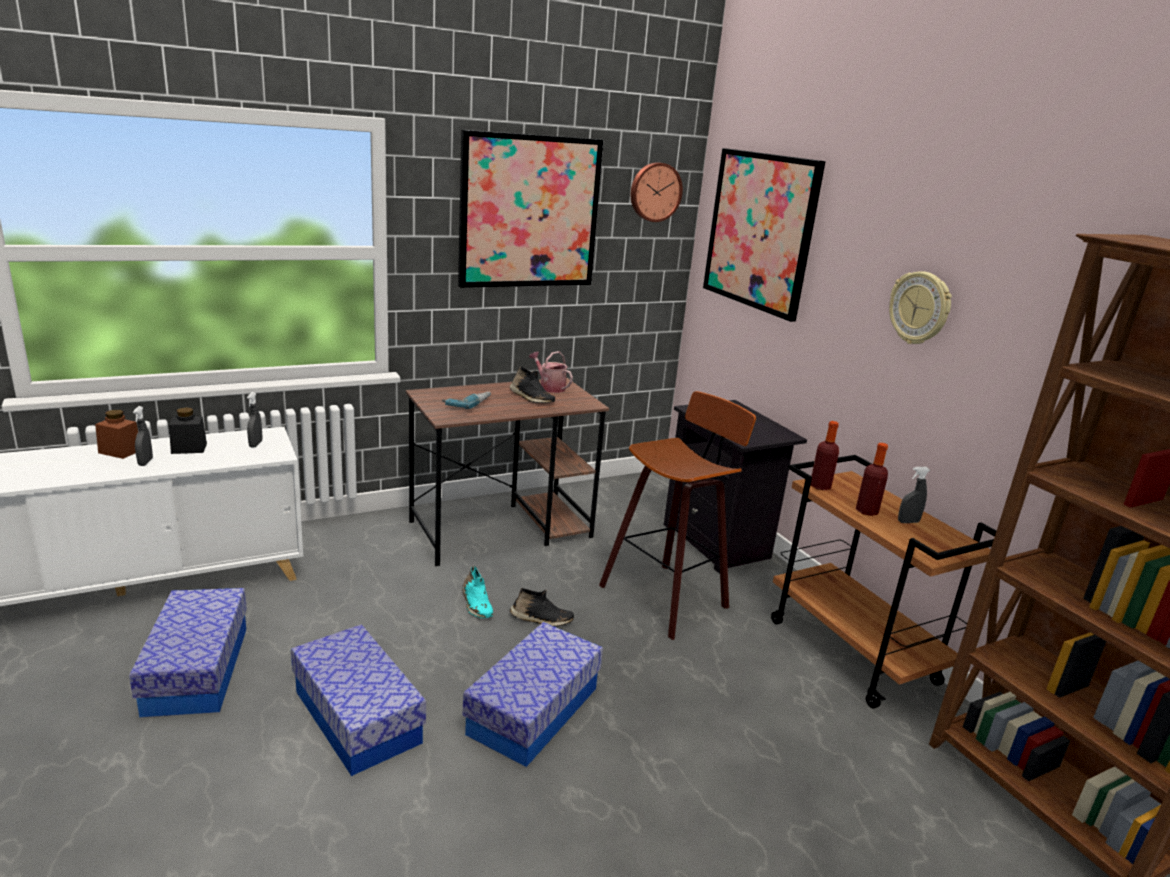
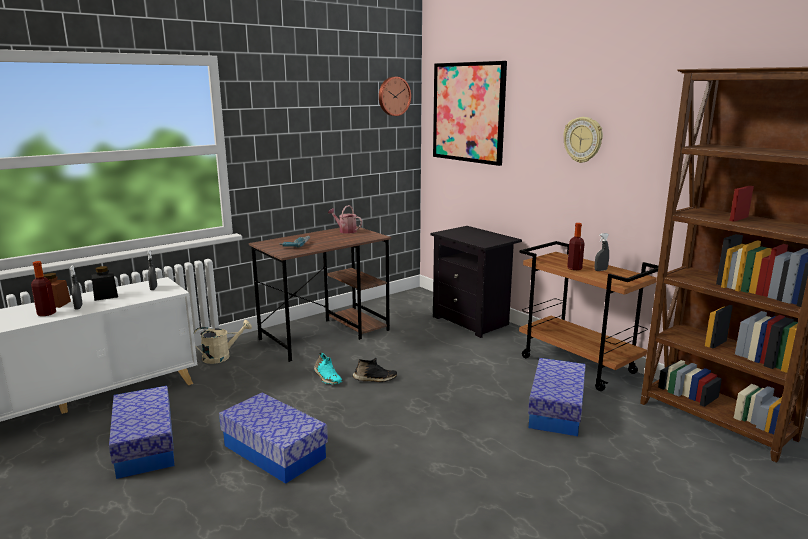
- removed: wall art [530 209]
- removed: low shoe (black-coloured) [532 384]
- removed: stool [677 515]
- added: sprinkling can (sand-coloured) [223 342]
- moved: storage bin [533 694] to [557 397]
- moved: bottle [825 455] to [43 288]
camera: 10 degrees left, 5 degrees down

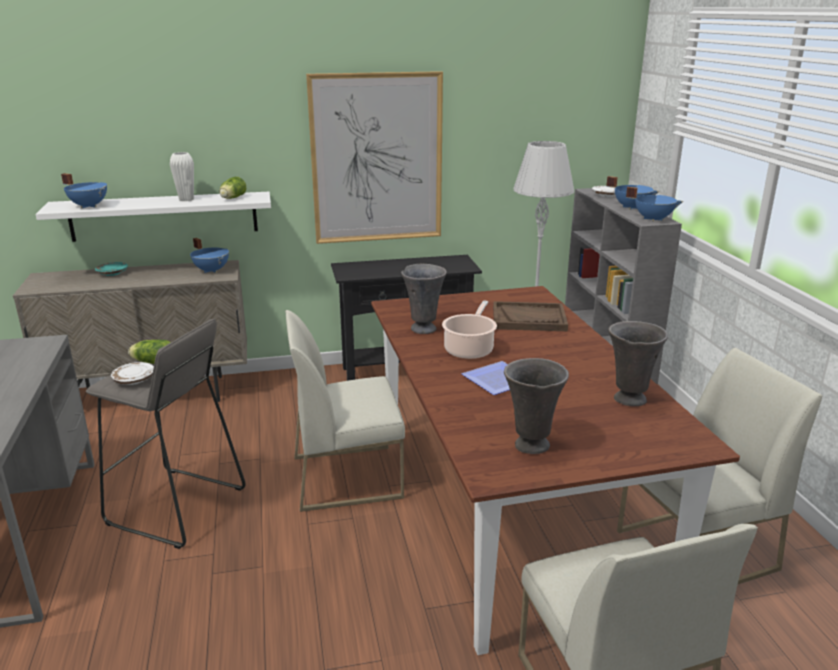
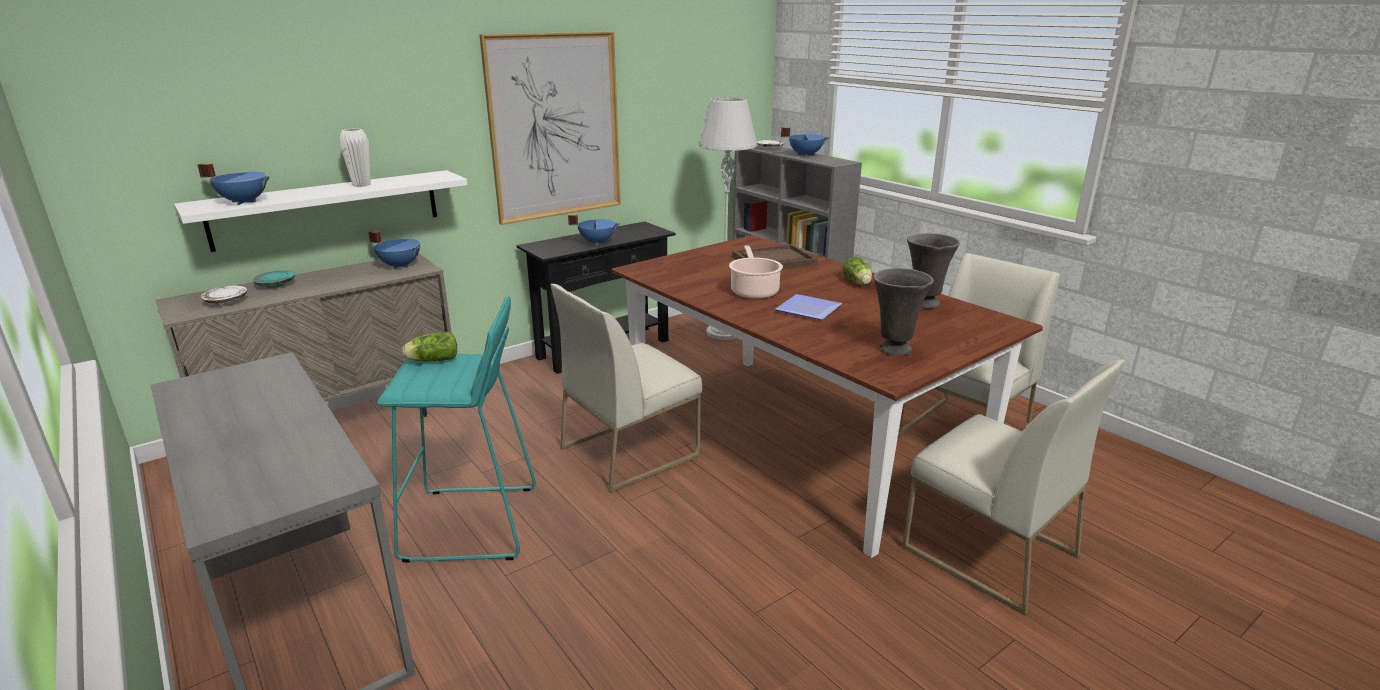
- removed: vase (greyish) [424 299]
- moved: plate (white) [132 373] to [224 295]
- moved: lettuce head [232 188] to [857 271]
- moved: stockpot (blue-coloured) [654 204] to [594 230]
- recoloured: stool (greyish) [166 434] to stool (blue-green) [456 429]
camera: 25 degrees left, 0 degrees up

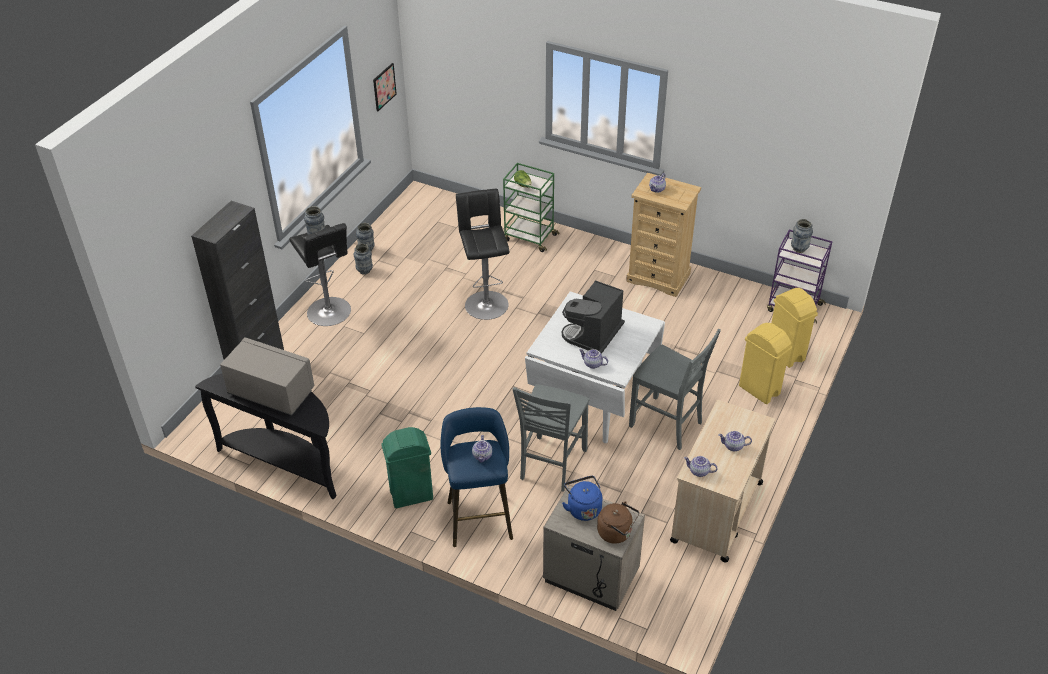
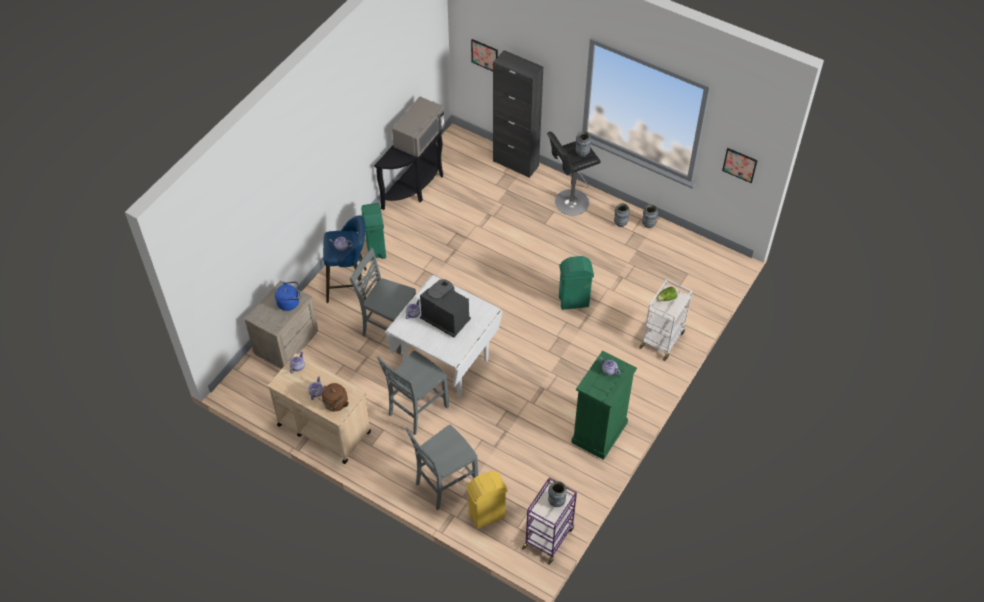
- added: wall art [484 55]
- moved: water kettle (brown) [618 522] to [333 397]
- replaced: stool (black-coloured) [483 254] to rubbish bin (greenish) [576 283]
- replaced: rubbish bin (yellowish) [765 363] to chair (greyish) [441 467]
- recoloured: cart (greenish) [531 207] to cart (white) [665 320]
- recoloured: dresser (sand-coloured) [663 235] to dresser (greenish) [604 405]
camera: 95 degrees right, 10 degrees up

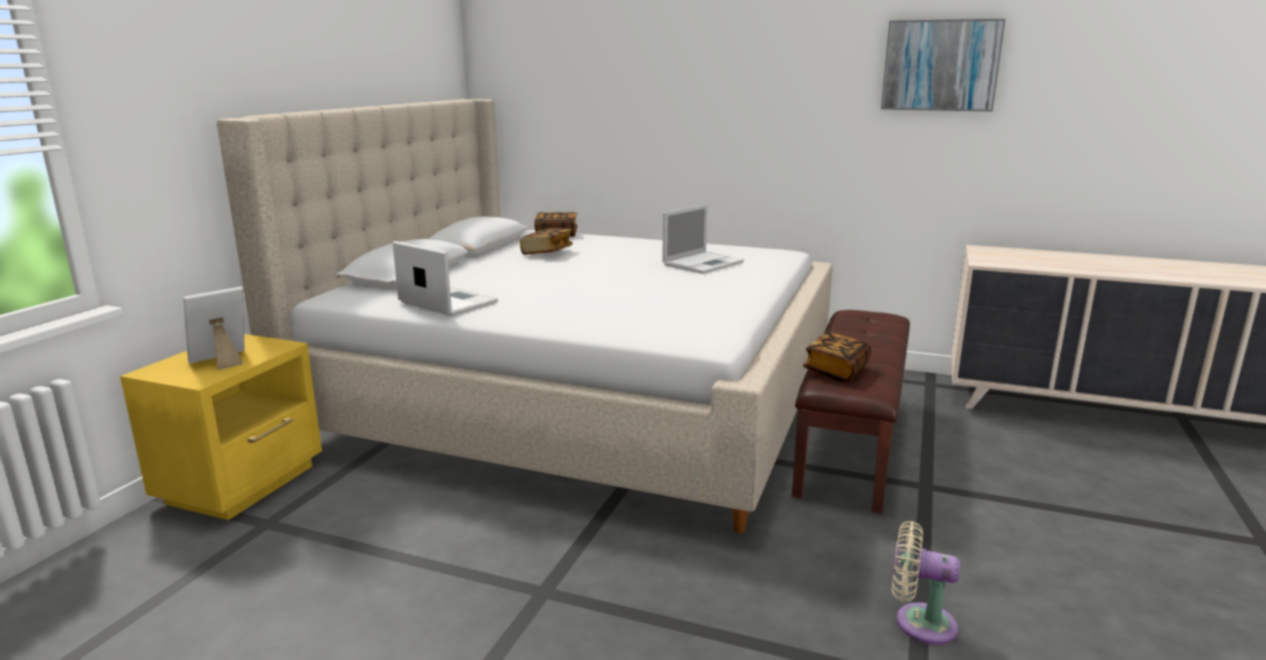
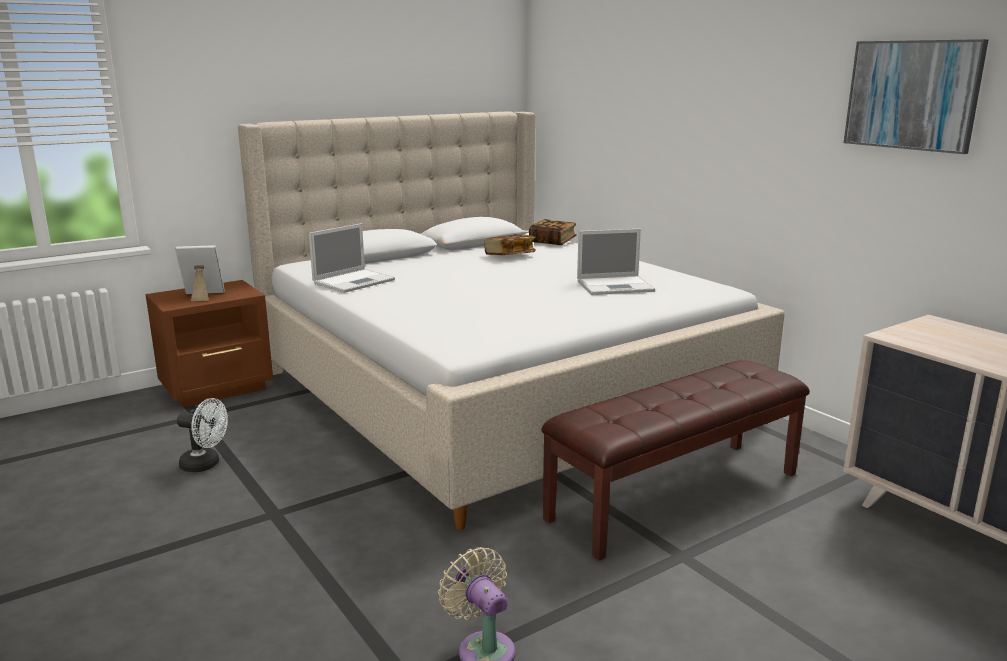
- removed: volume [837 357]
- added: electric fan (white) [202 435]
- recoloured: night table (yellowish) [221 427] to night table (brown) [209 344]
- turned: portable computer [445 279] = [352 258] 60 degrees clockwise
camera: 35 degrees right, 0 degrees up

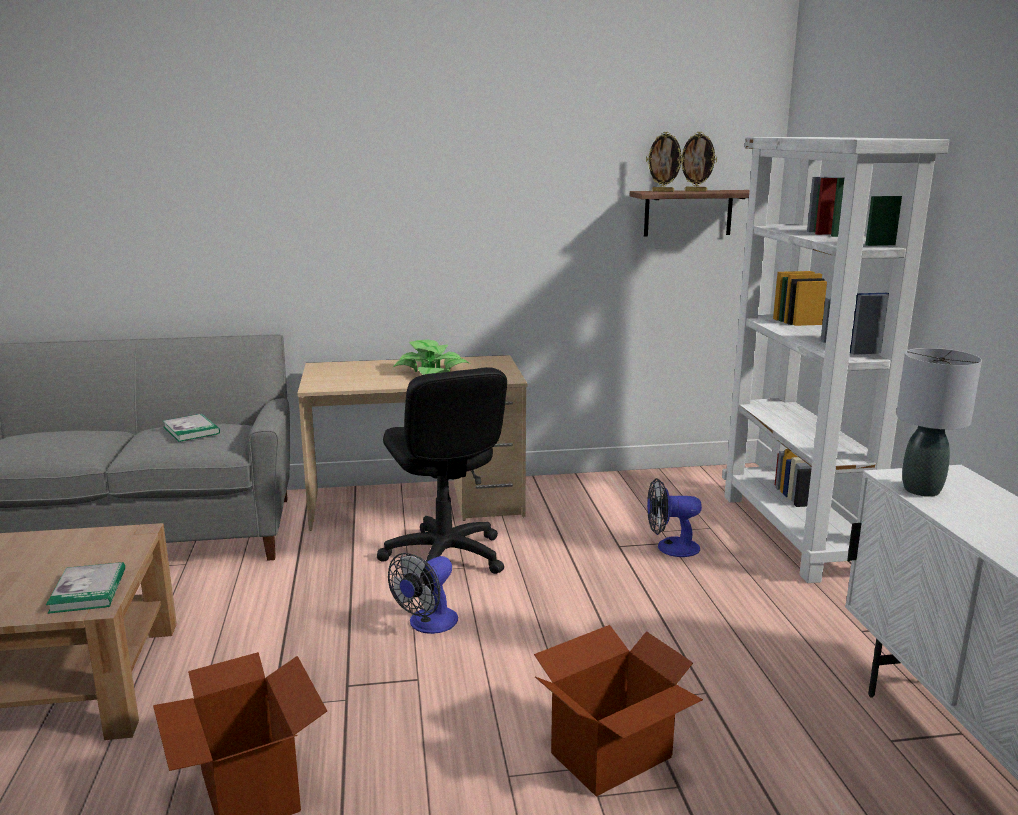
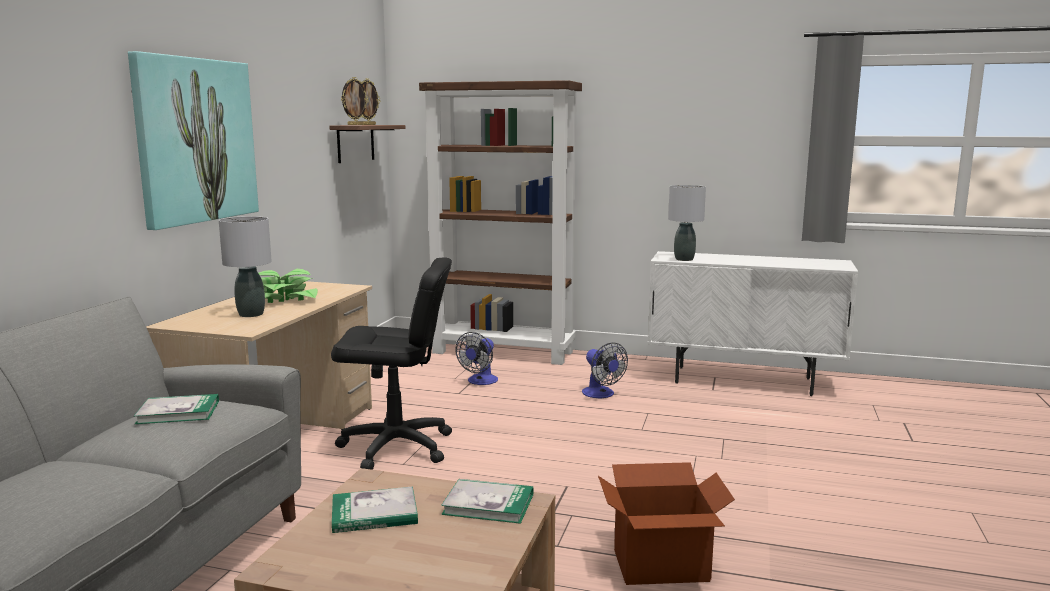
- removed: cardboard box [618 711]
- added: wall art [193 140]
- added: lamp for a table (greyish) [245 266]
- added: volume [375 509]
- moved: electric fan [423 593] to [605 370]
- recoloured: bookcase (white) [835 360] to bookcase (brown) [500 222]
camera: 65 degrees left, 5 degrees down

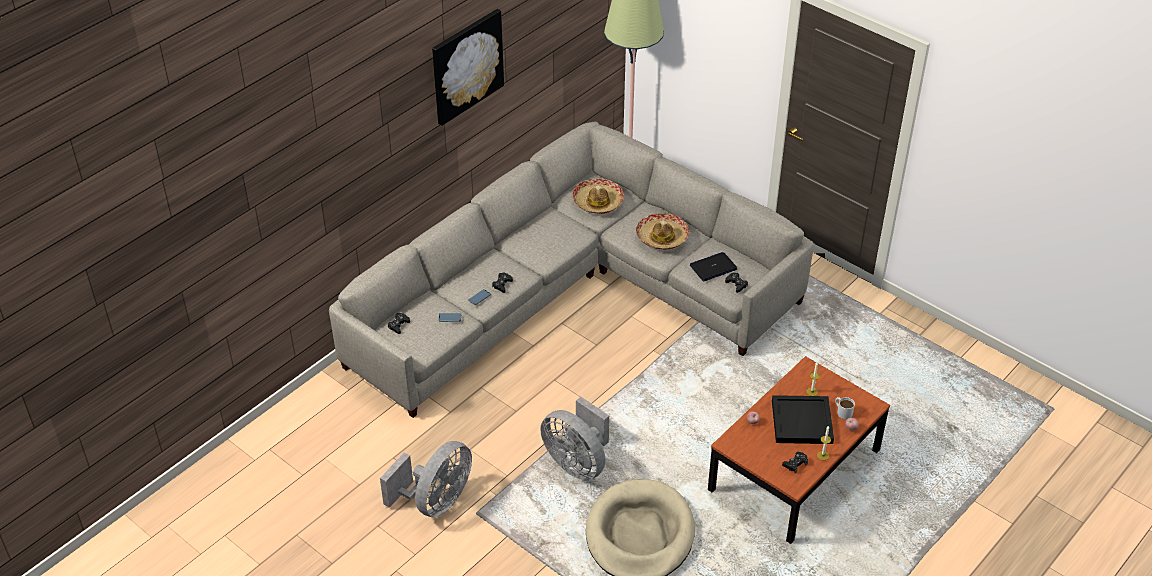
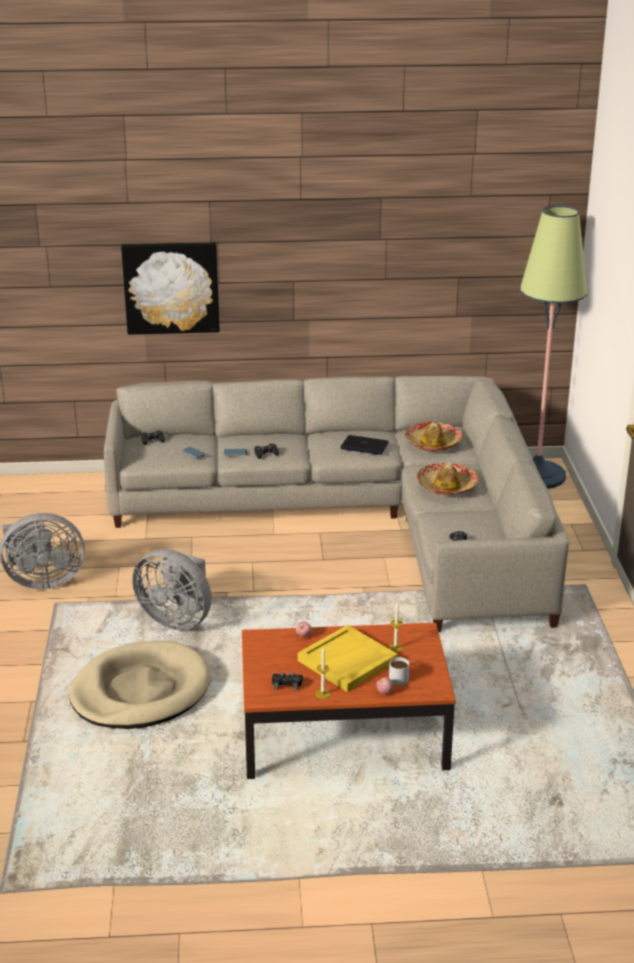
- moved: wall art [468 67] to [170 289]
- moved: portable computer [713 266] to [365 445]
- recoloured: tray (black-coloured) [803 419] to tray (yellowish) [348 658]
- turned: electric fan (greyish) [574 439] = [172 589] 60 degrees counterclockwise
camera: 45 degrees right, 15 degrees down

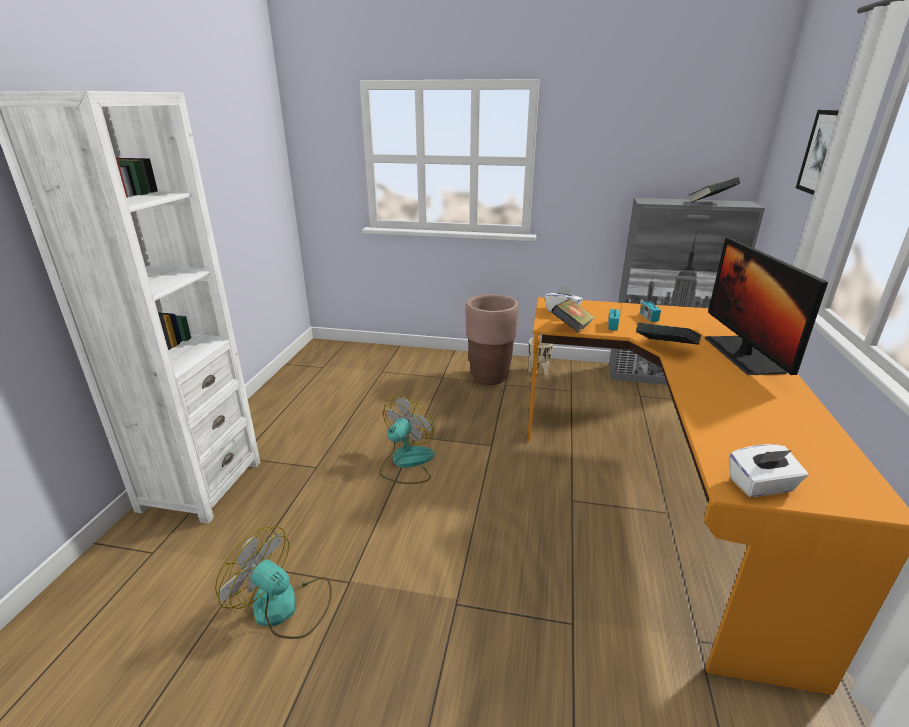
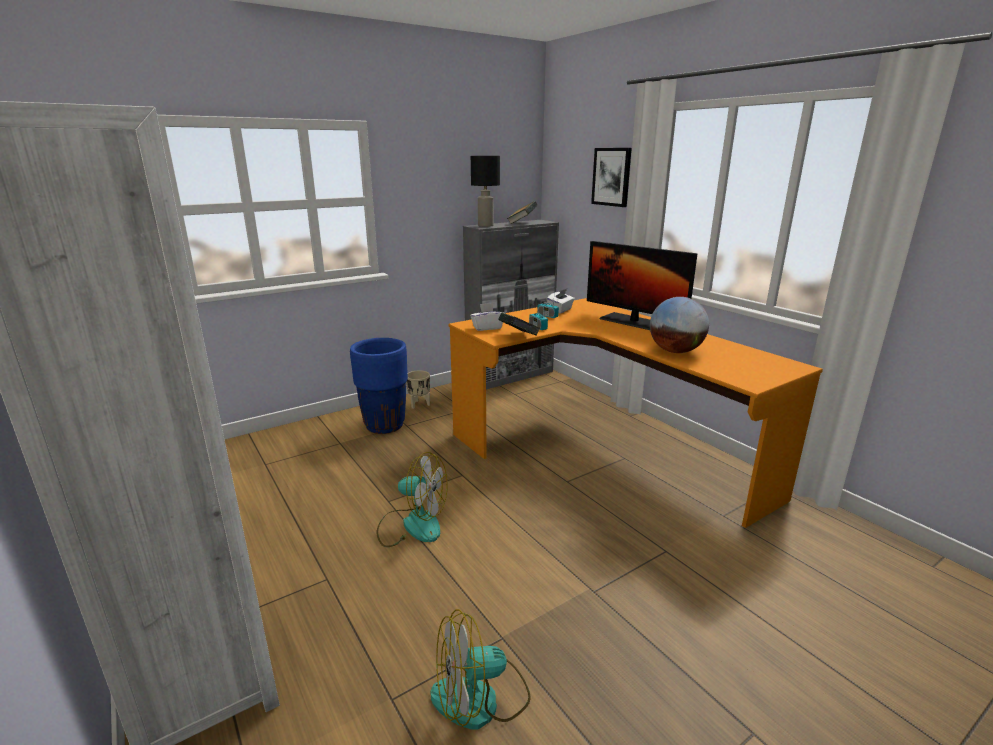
- removed: volume [669 333]
- added: lamp for a table (black-coloured) [485 191]
- added: desk globe [679 325]
- moved: tissue holder (white) [769 470] to [561 301]
- recoloured: flower pot (brown) [492 339] to flower pot (blue-coloured) [379 386]
- turned: electric fan [407 440] = [412 499] 120 degrees clockwise
camera: 45 degrees left, 5 degrees down

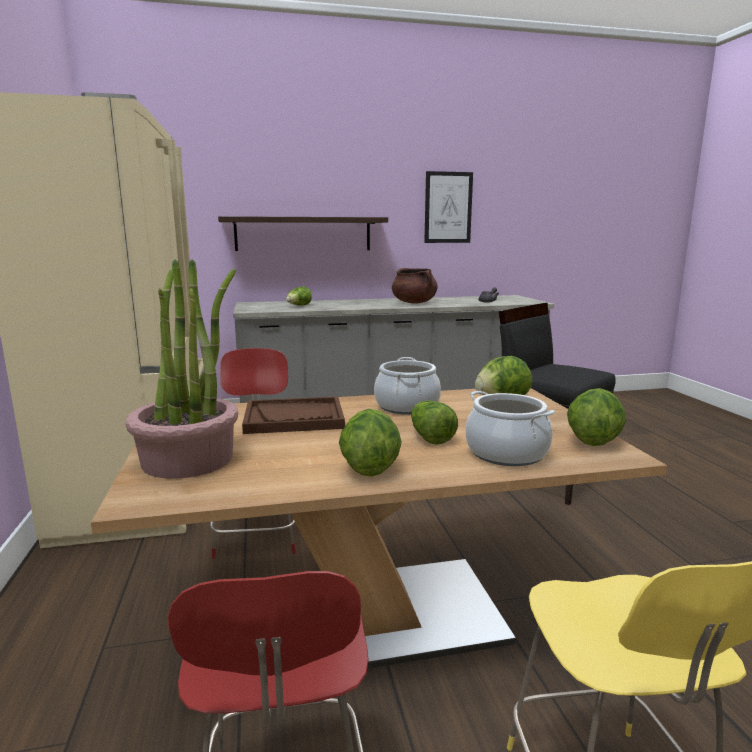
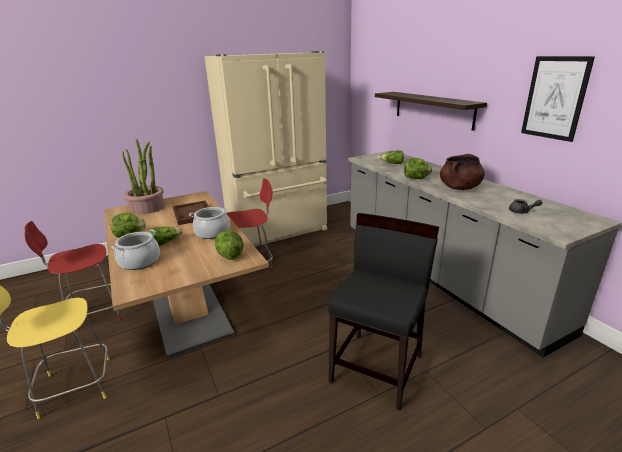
- moved: lettuce head [596 417] to [418 168]
camera: 75 degrees right, 10 degrees up

